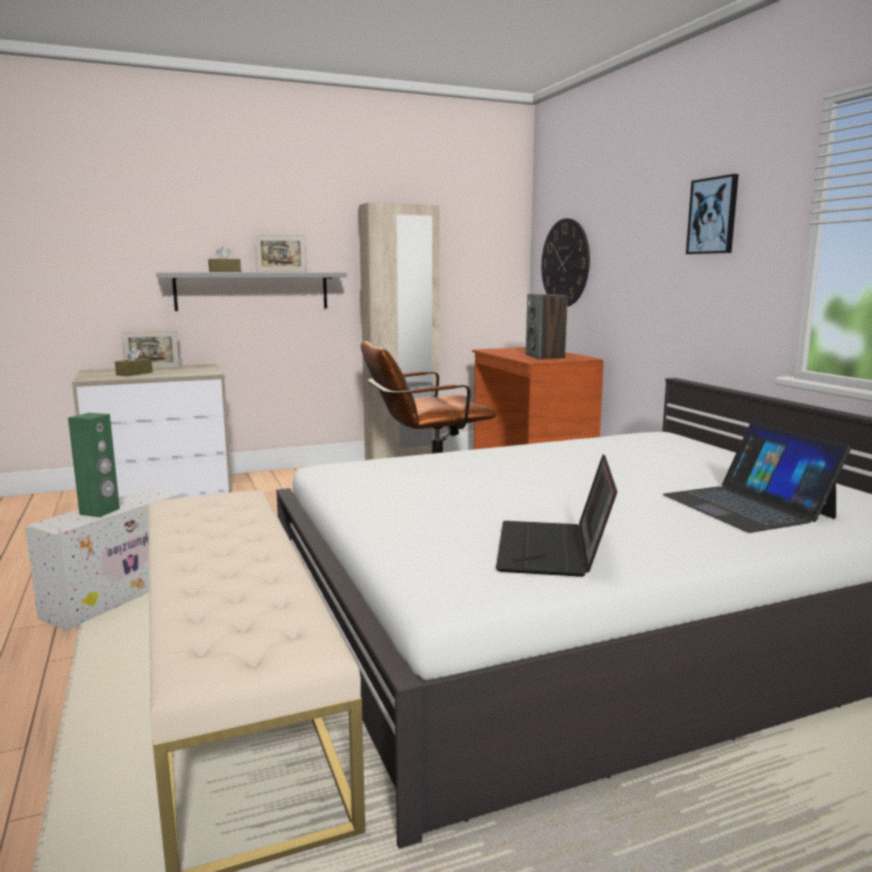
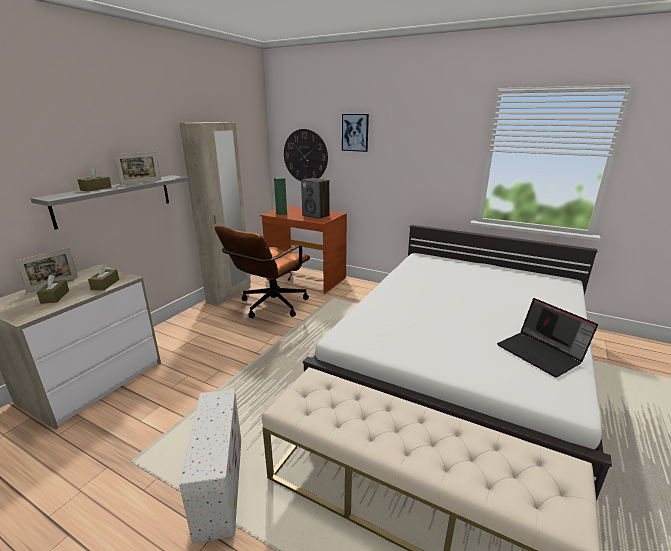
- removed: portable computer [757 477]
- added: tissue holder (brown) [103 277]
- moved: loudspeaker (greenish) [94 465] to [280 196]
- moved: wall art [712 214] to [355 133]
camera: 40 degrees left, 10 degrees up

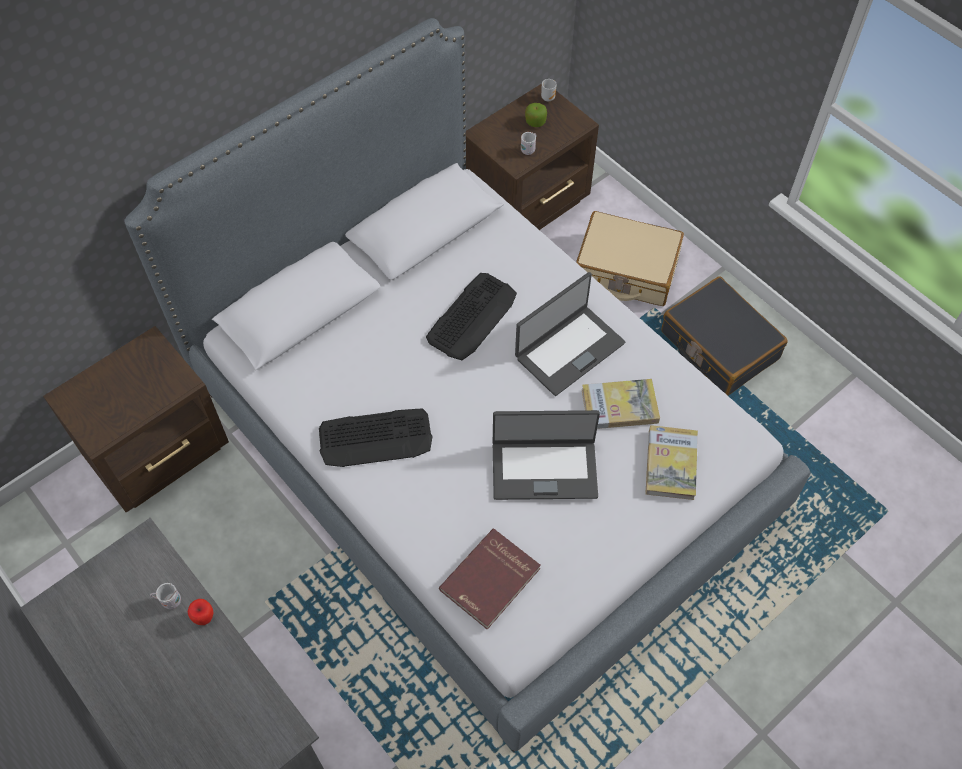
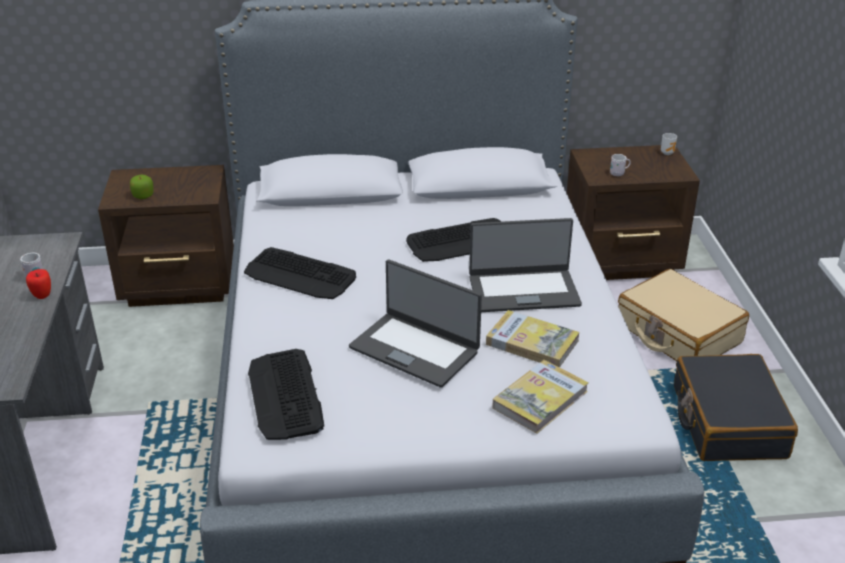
- moved: whole apple [536 115] to [142 187]
- replaced: volume (red-coloured) [490 579] to PC keyboard [286 394]
camera: 35 degrees right, 25 degrees down

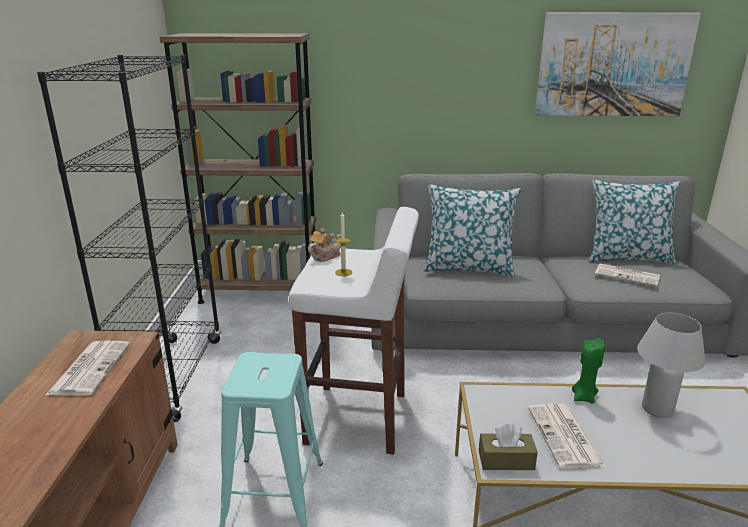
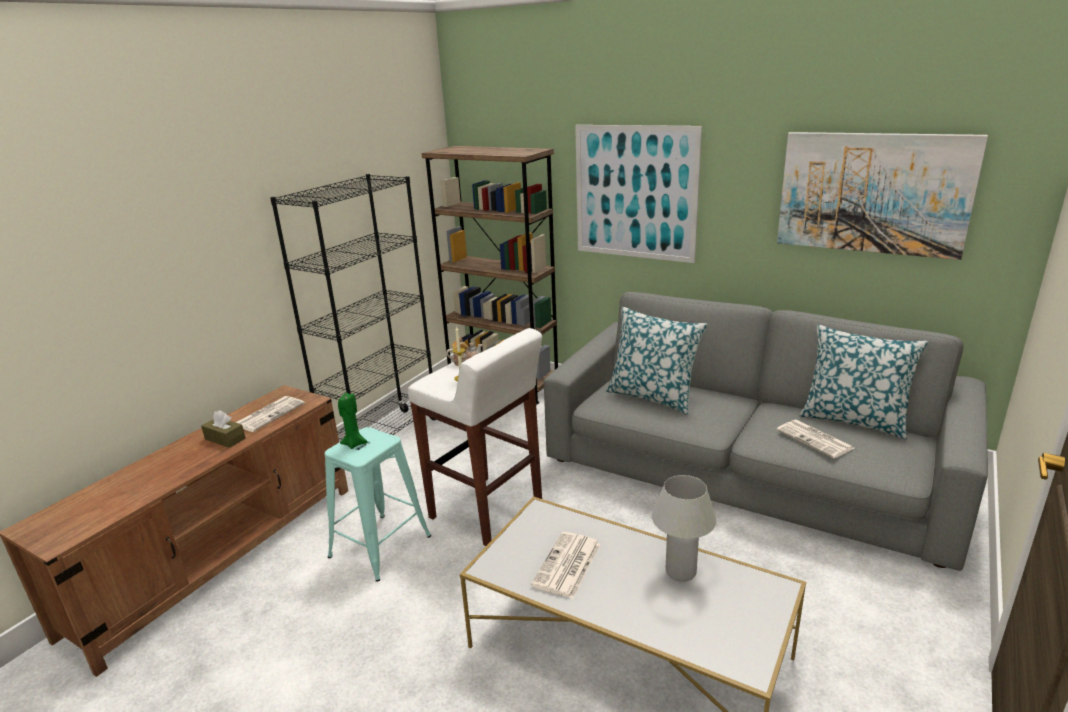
- added: wall art [638 194]
- moved: tissue holder (brown) [508 447] to [223 429]
- moved: candle (greenish) [588 371] to [353 421]
camera: 30 degrees right, 0 degrees up

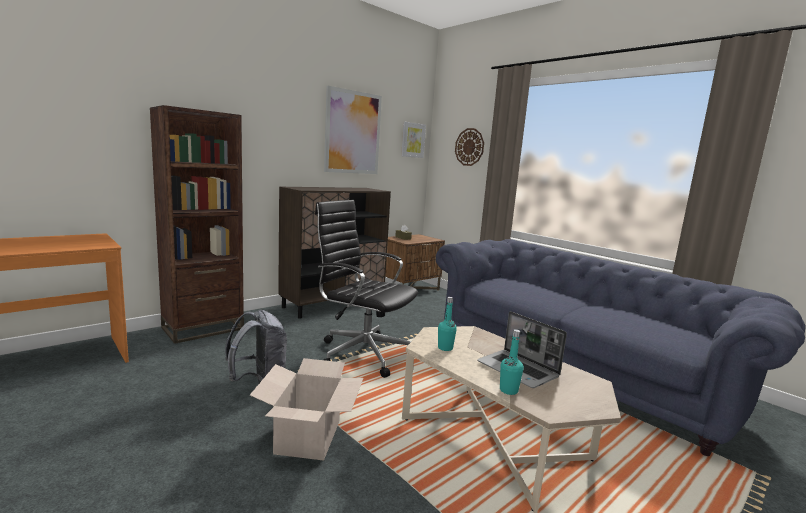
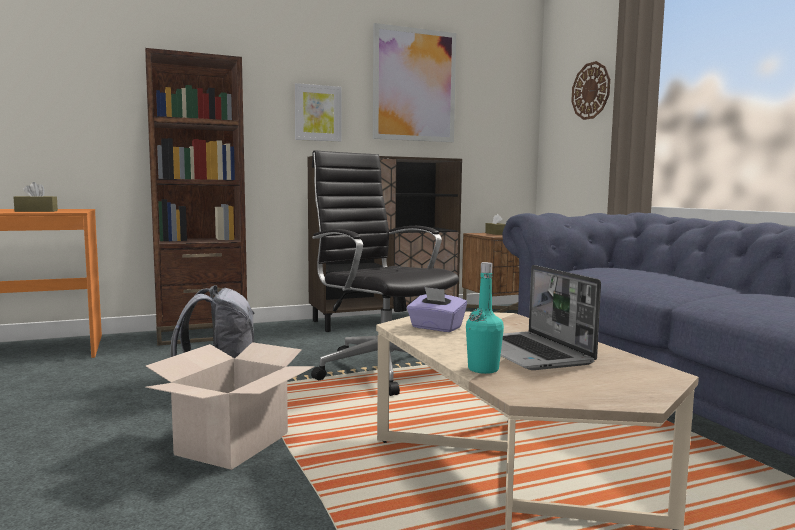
- added: tissue holder (brown) [35 197]
- moved: wall art [413 140] to [317 112]
- replaced: bottle (blue-green) [447 324] to tissue holder (purplish) [437 309]
camera: 20 degrees right, 5 degrees down

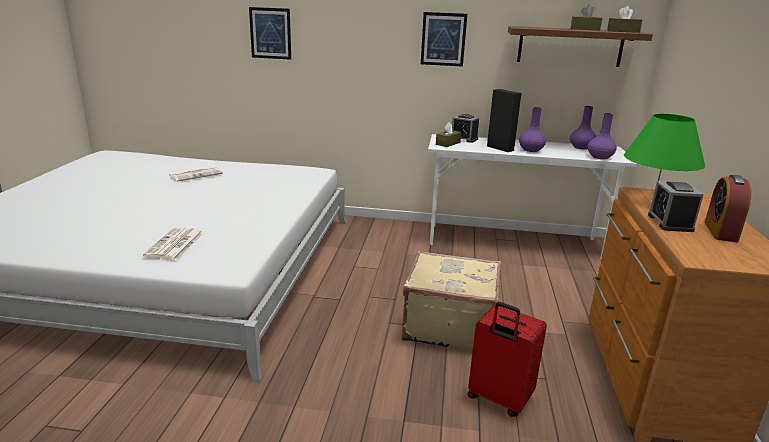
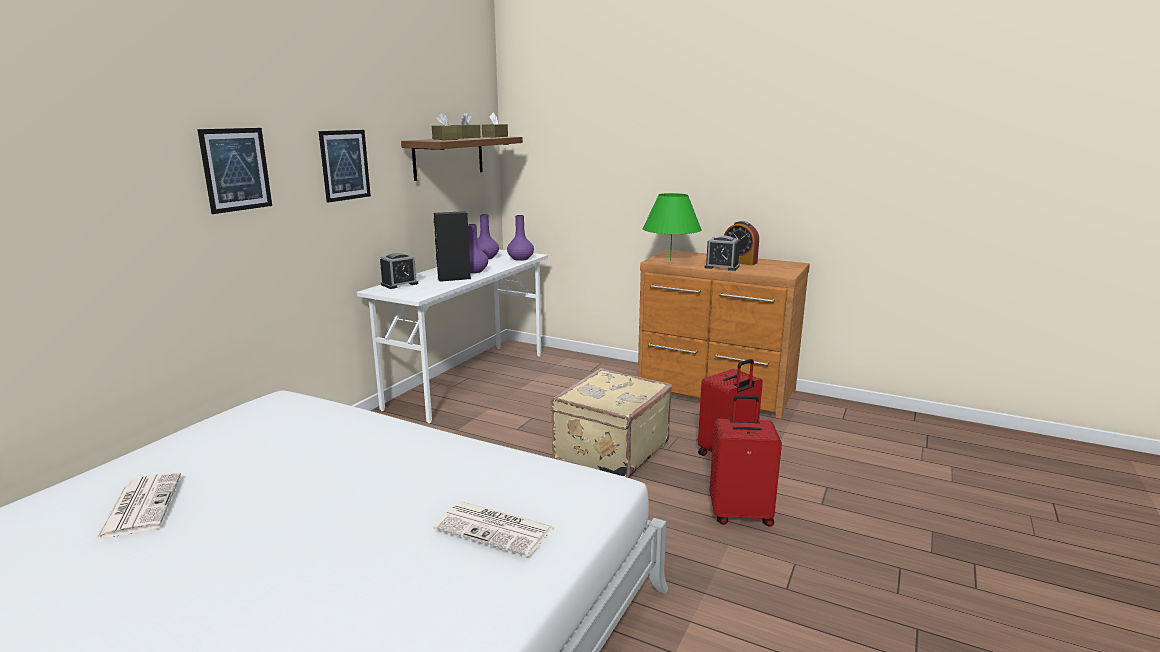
- added: suitcase (red-coloured) [746 461]
- moved: wall art [270 33] to [234 171]
- moved: tissue holder (brown) [448 134] to [445 126]
camera: 70 degrees left, 5 degrees down

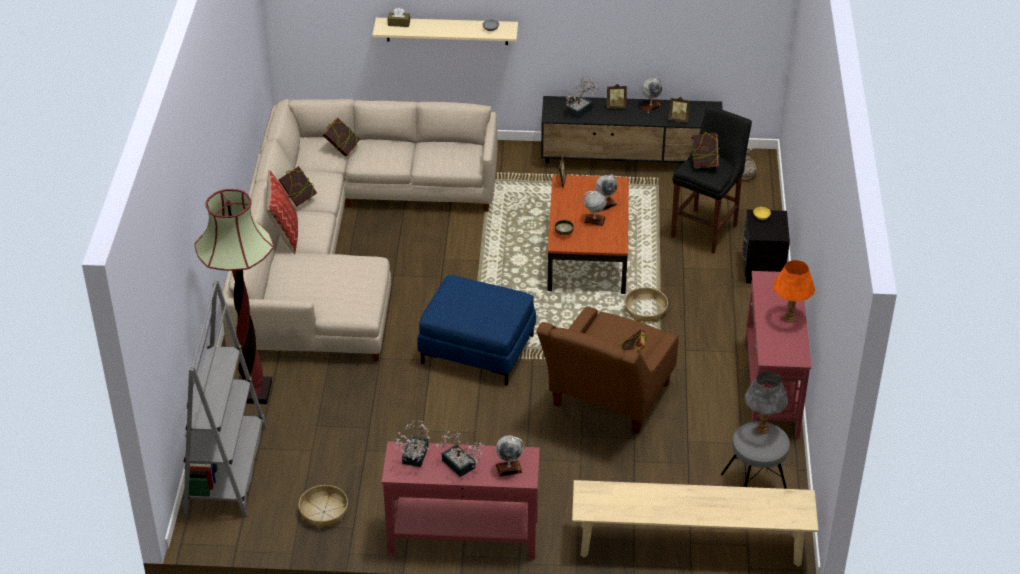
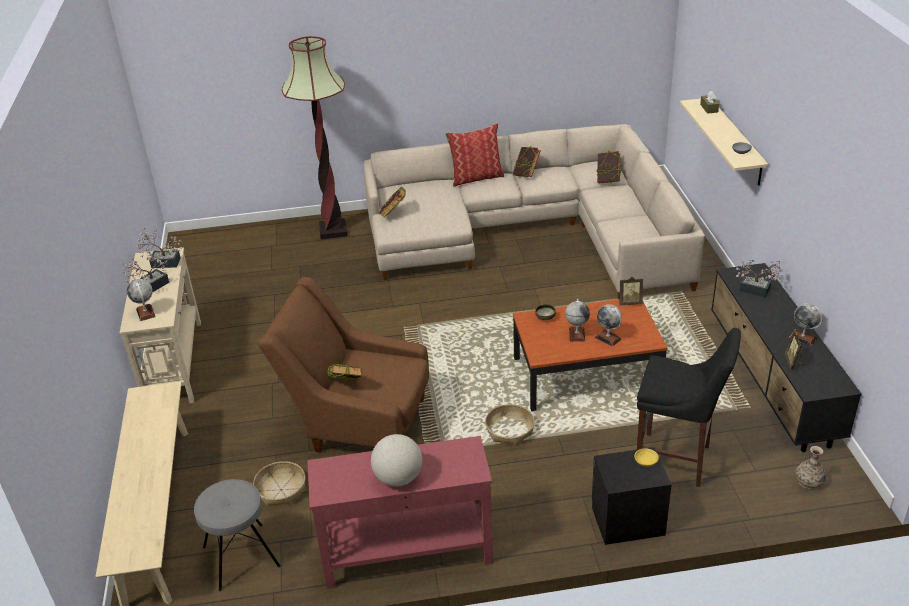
- removed: bookcase (greyish) [225 398]
- removed: ottoman (blue-coloured) [476 330]
- removed: standing frame [617 96]
- removed: lamp for a table (greyish) [766 402]
- moved: basket [323 507] to [279 483]
- moved: volume [706 150] to [393 202]
- replaced: lamp for a table (orange) [794 291] to desk globe [396 460]
- recoloured: hall table (red-coloured) [460 500] to hall table (sand-coloured) [160 325]
camera: 80 degrees right, 5 degrees down

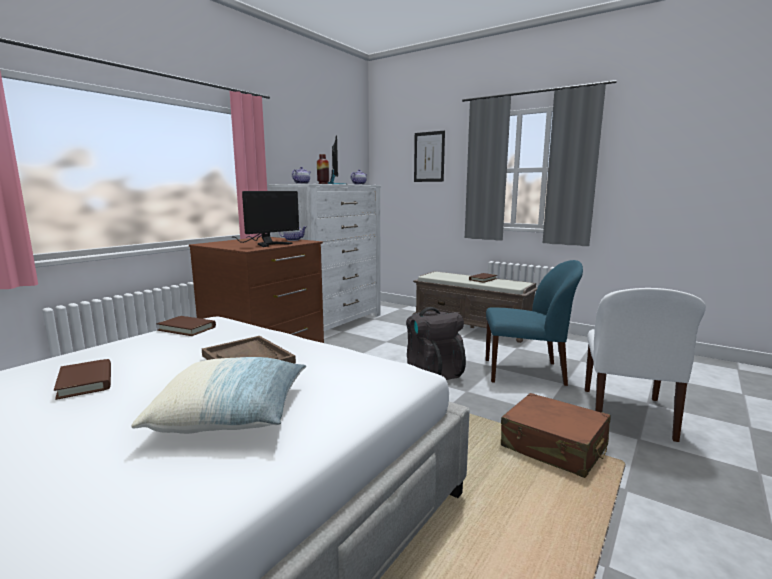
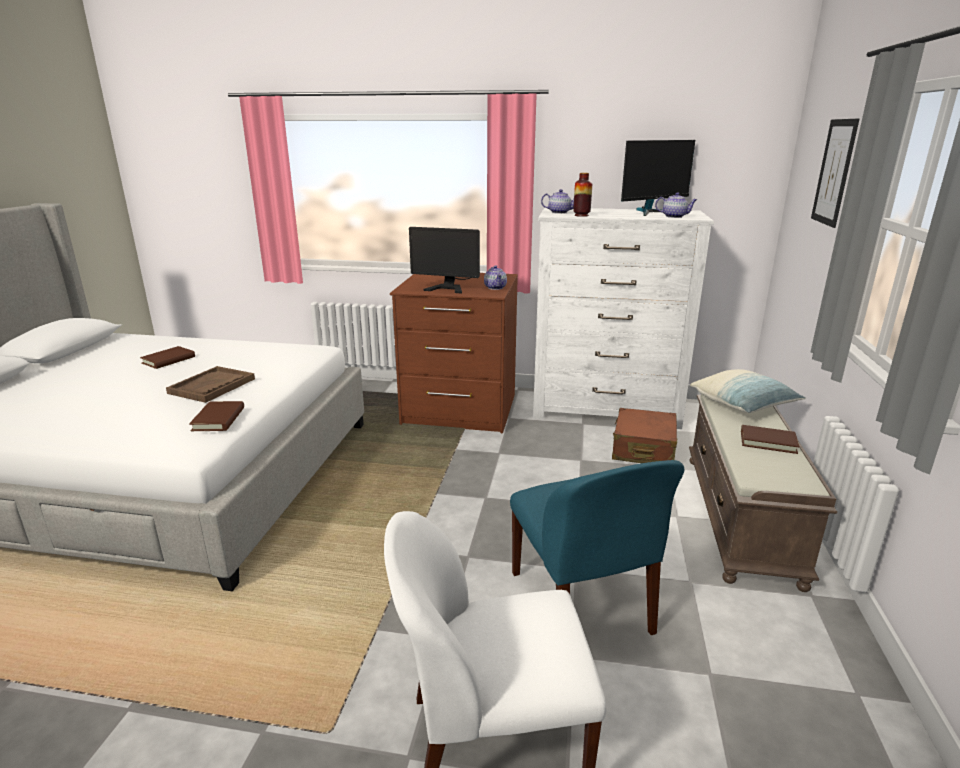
- removed: backpack (black-coloured) [436 343]
- moved: throw pillow [218 395] to [748 391]
- moved: volume (brown) [186 326] to [216 416]
- moved: suitcase (brown) [556 435] to [644 435]
camera: 65 degrees right, 10 degrees up

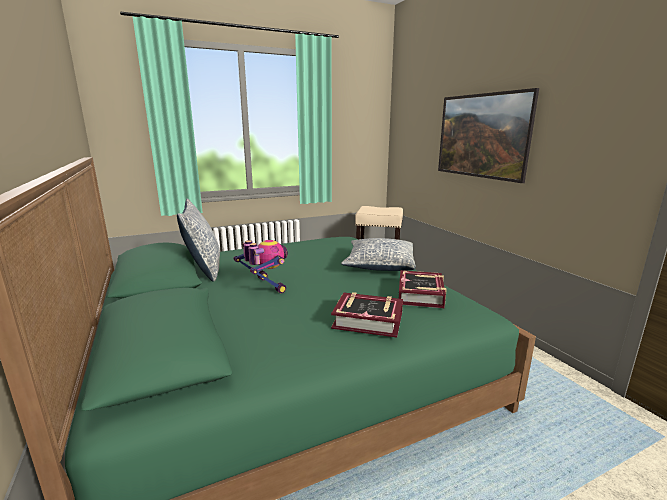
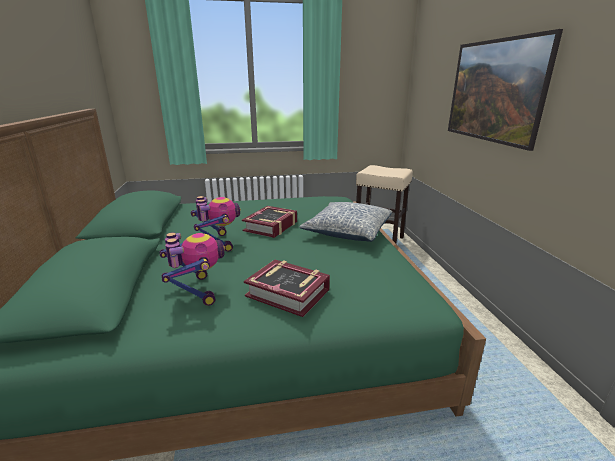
- removed: throw pillow [198 240]
- added: robot figure [192 269]
- moved: volume [423 289] to [269 222]
camera: 15 degrees right, 5 degrees up

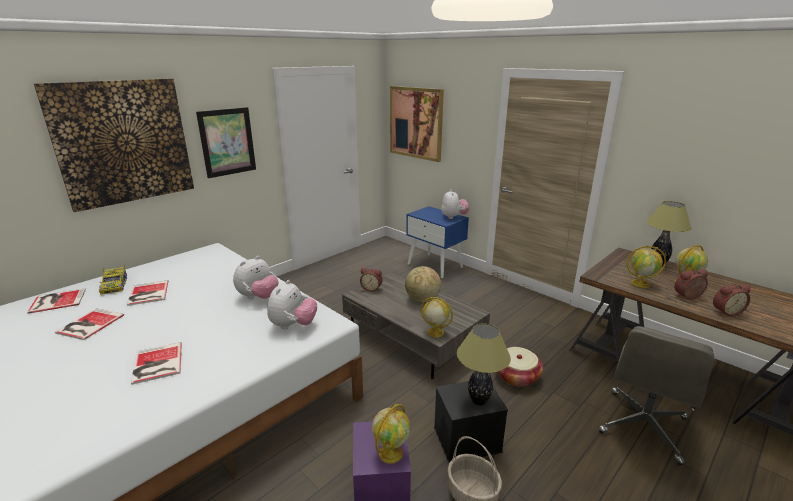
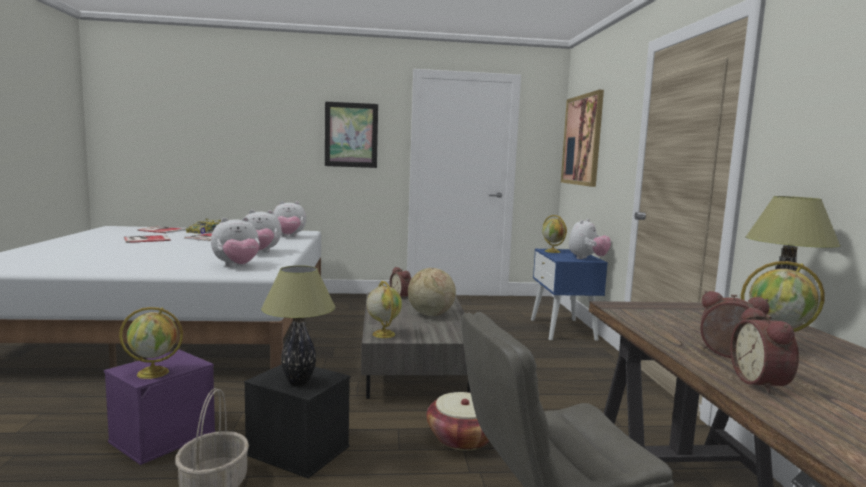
- removed: wall art [114 145]
- removed: volume [156 363]
- added: cuddly toy [290 219]
- moved: desk globe [646 267] to [554 234]
- turned: table clock [731 300] = [765 350] 60 degrees clockwise
camera: 40 degrees right, 15 degrees down

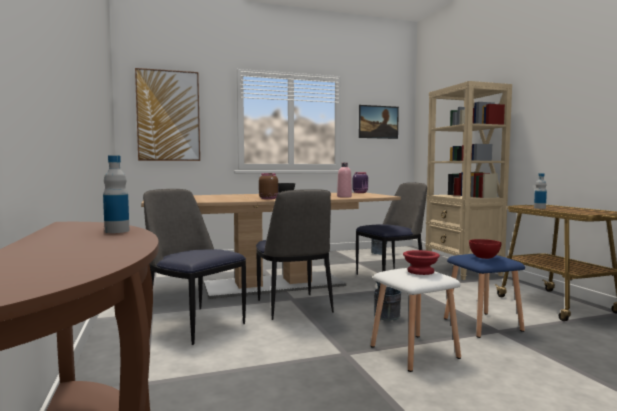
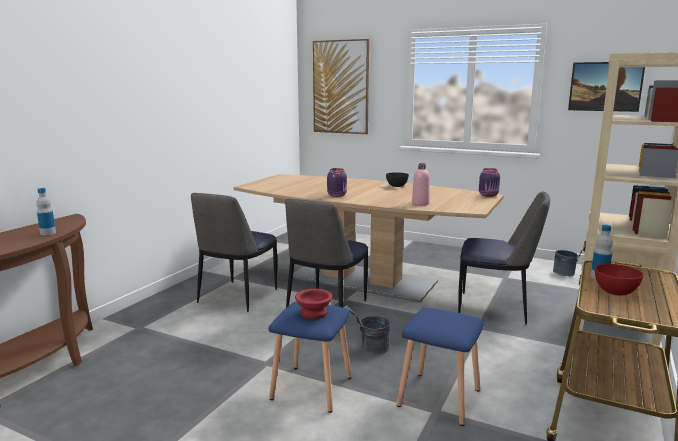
- moved: serving bowl (red-coloured) [485 249] to [619 280]
- recoloured: storage jar (brown) [268 186] to storage jar (purplish) [337 182]
- recoloured: stool (white) [415 320] to stool (blue-coloured) [310 357]
- turned: chair [194 267] = [234 252] 150 degrees counterclockwise
camera: 45 degrees right, 10 degrees up

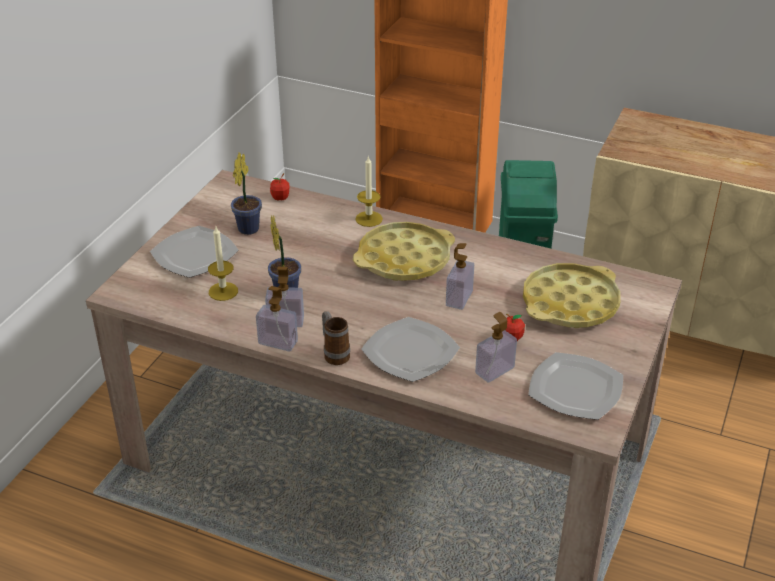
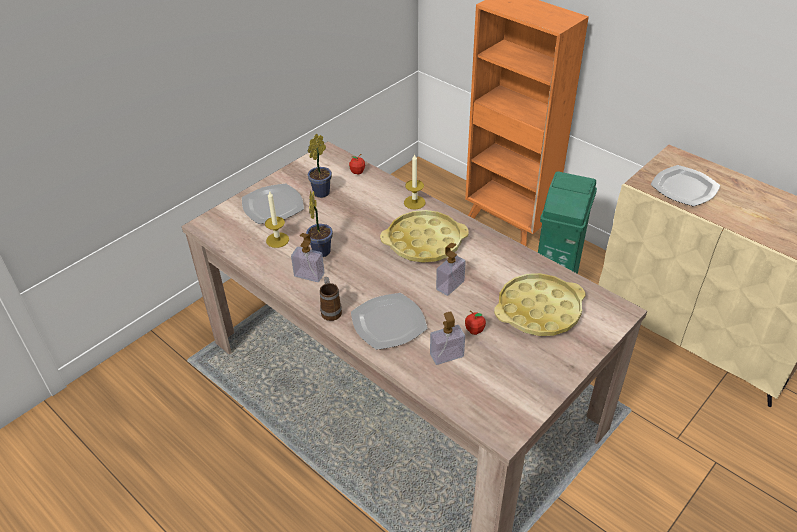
- removed: soap bottle [277 318]
- moved: plate [575 386] to [685 186]
camera: 20 degrees right, 5 degrees up

